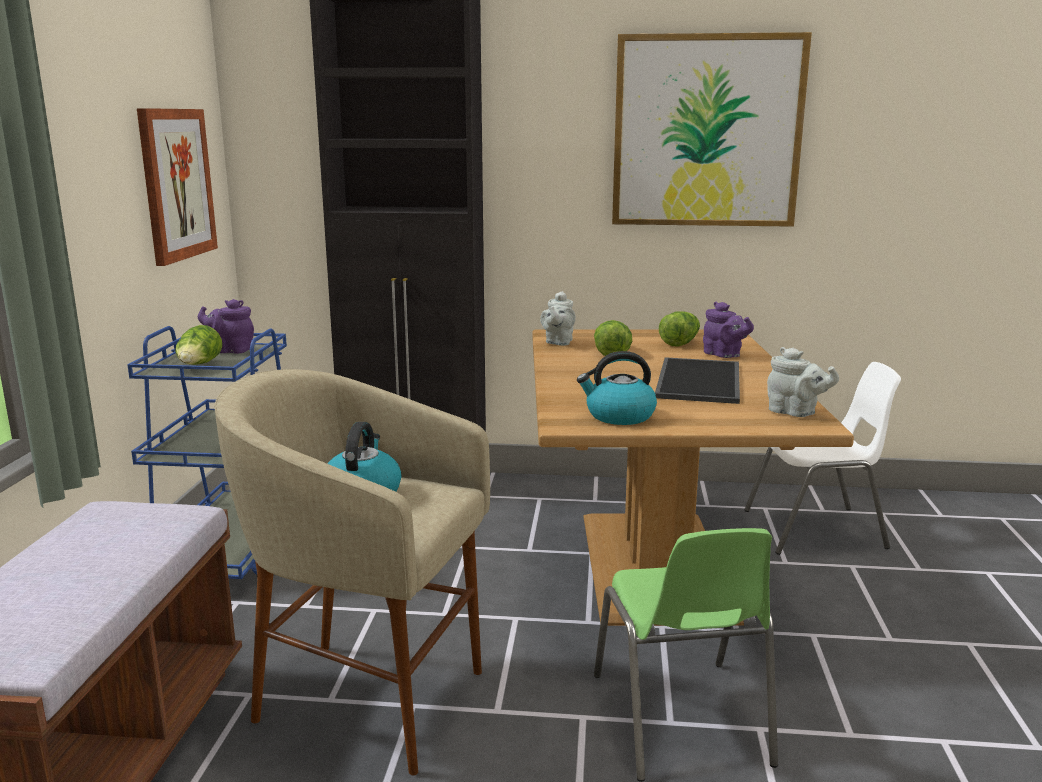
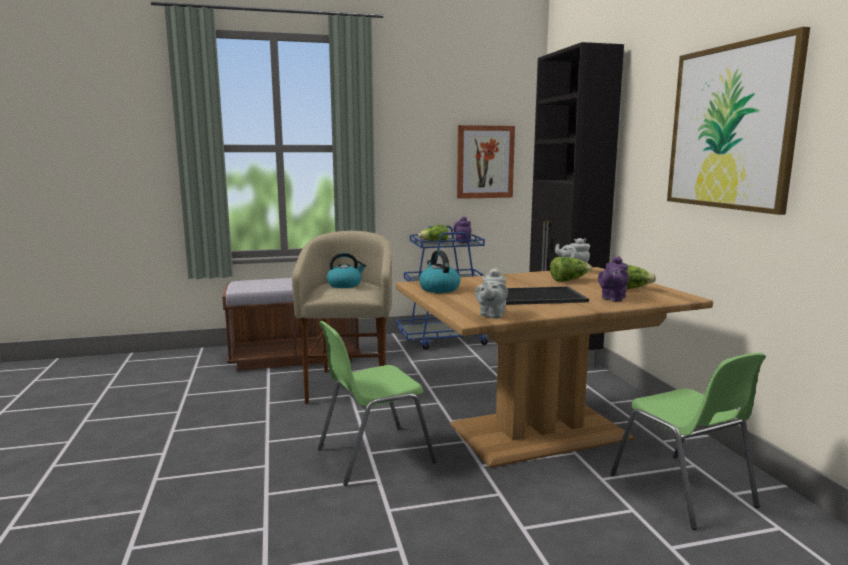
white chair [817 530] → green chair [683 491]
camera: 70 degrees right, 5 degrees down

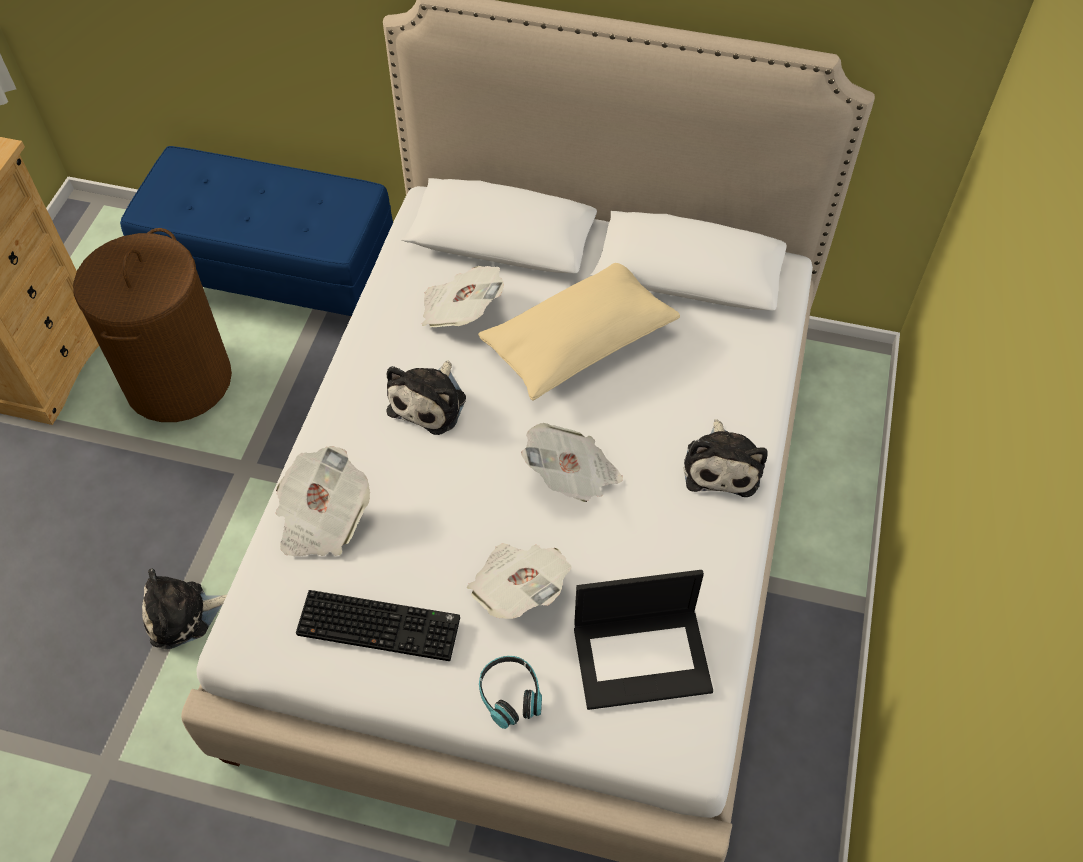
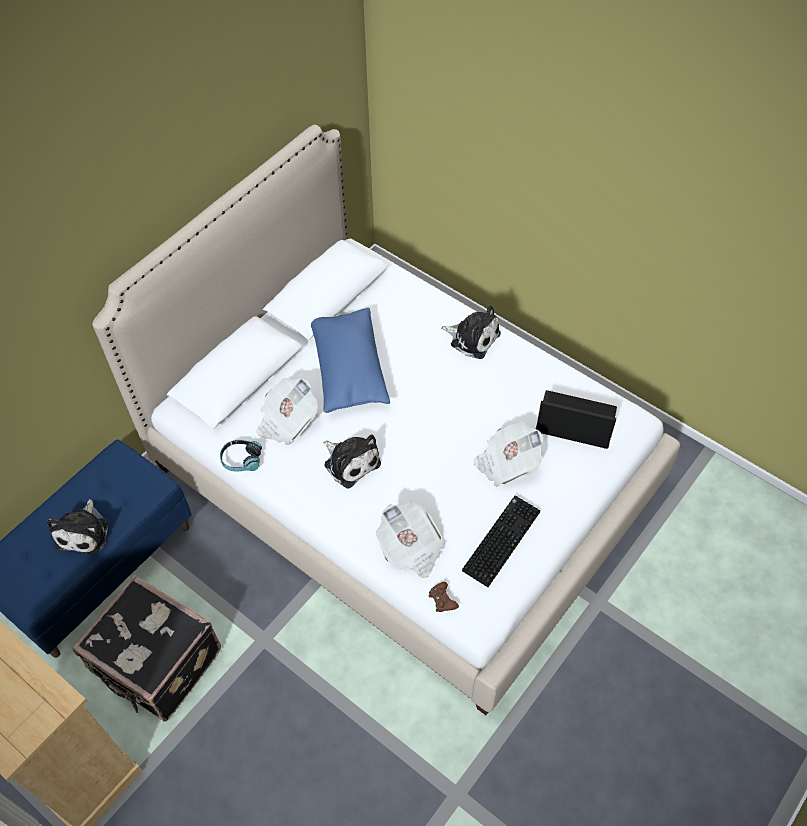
brown laundry basket [179 381] → black suitcase [157 664]
plush toy [183 615] → plush toy [84 532], relocated
beige pillow [578 342] → blue pillow [348 369]
headphones [510 695] → headphones [241 459], relocated
newspaper [572 476] → -
laptop [643 656] → laptop [574 421], 90 degrees counterclockwise
- → brown game controller [442 600]
camera: 65 degrees left, 0 degrees up

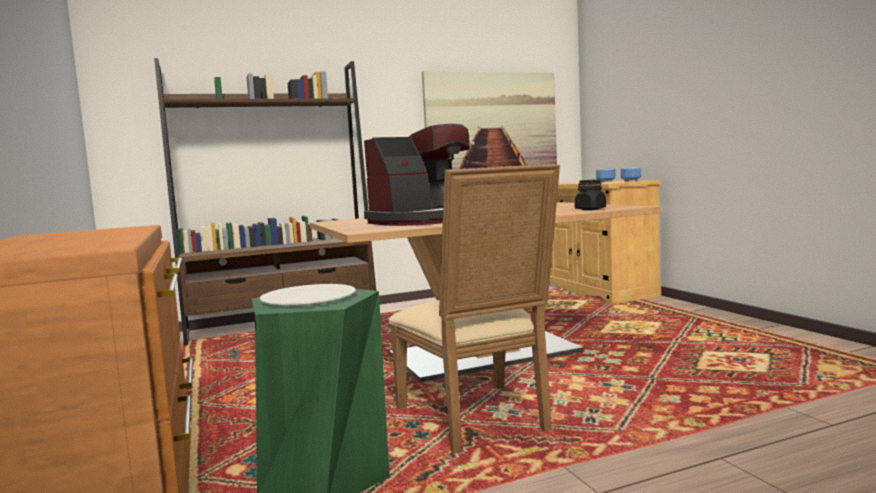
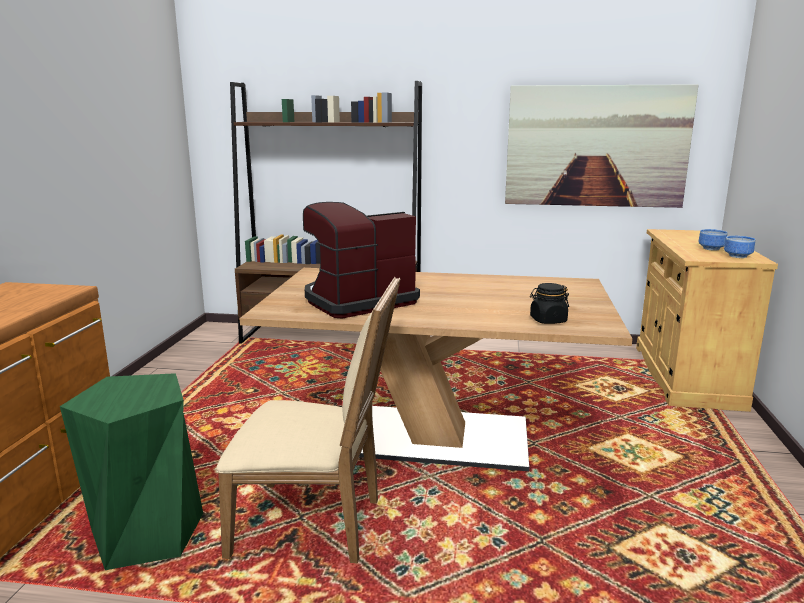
white plate [308 298] → -
coffee machine [424 221] → coffee machine [357 301], 150 degrees clockwise
beige chair [478 421] → beige chair [316 524], 90 degrees counterclockwise
camera: 30 degrees right, 10 degrees up

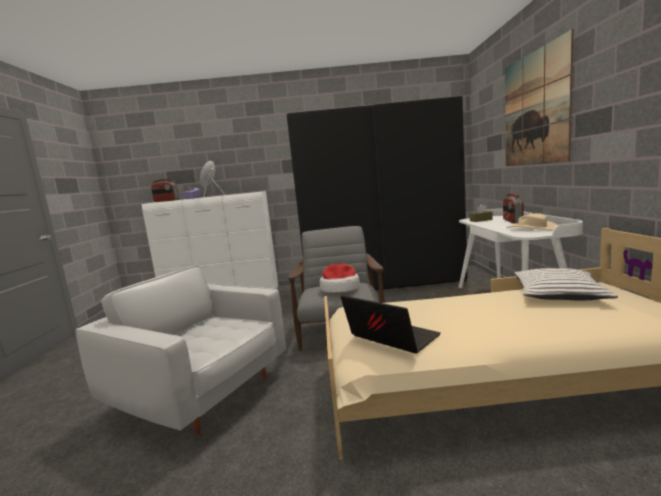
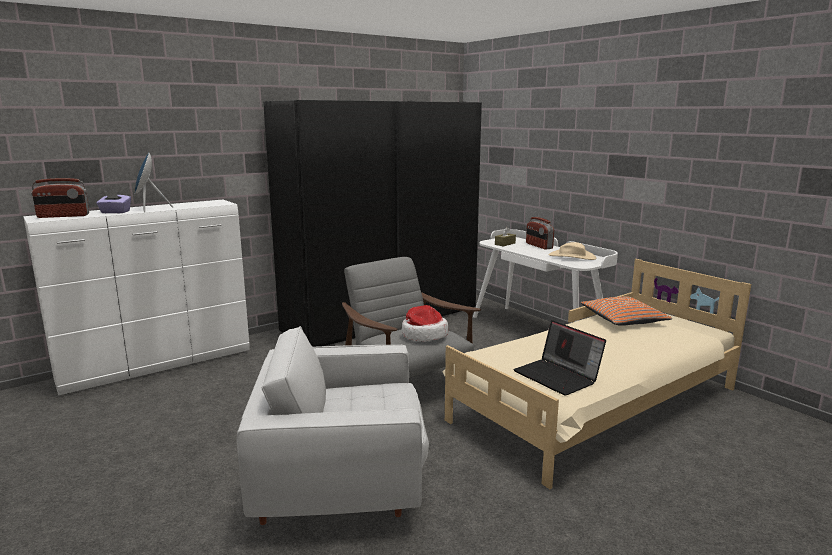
laptop [390 338] → laptop [558 376], 135 degrees counterclockwise
picture [535 109] → -
white pillow [558 294] → orange pillow [623 319]
camera: 35 degrees left, 5 degrees up

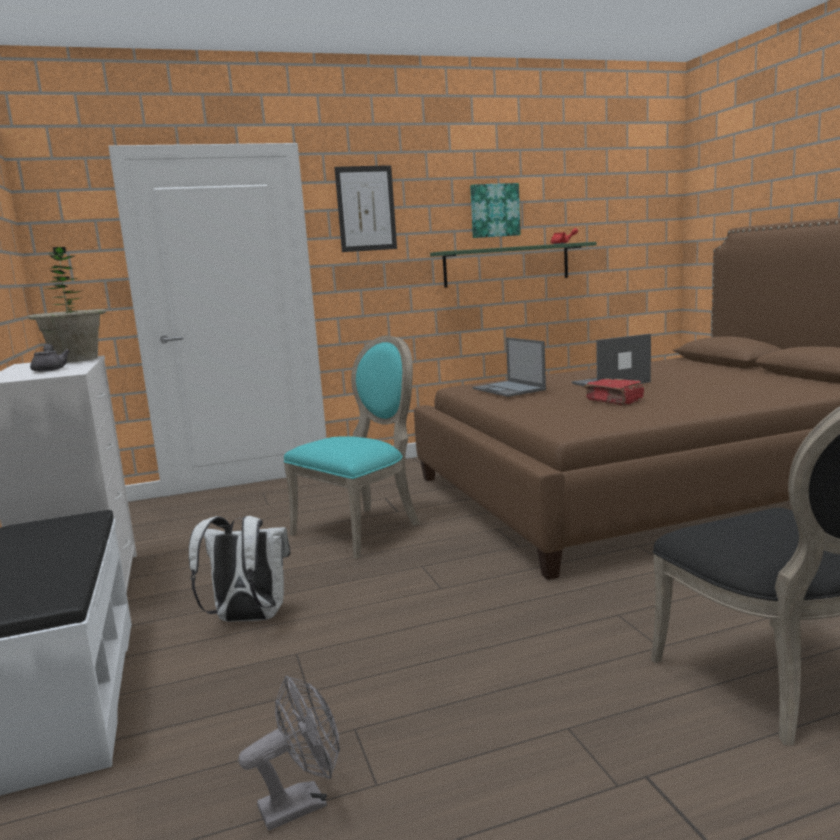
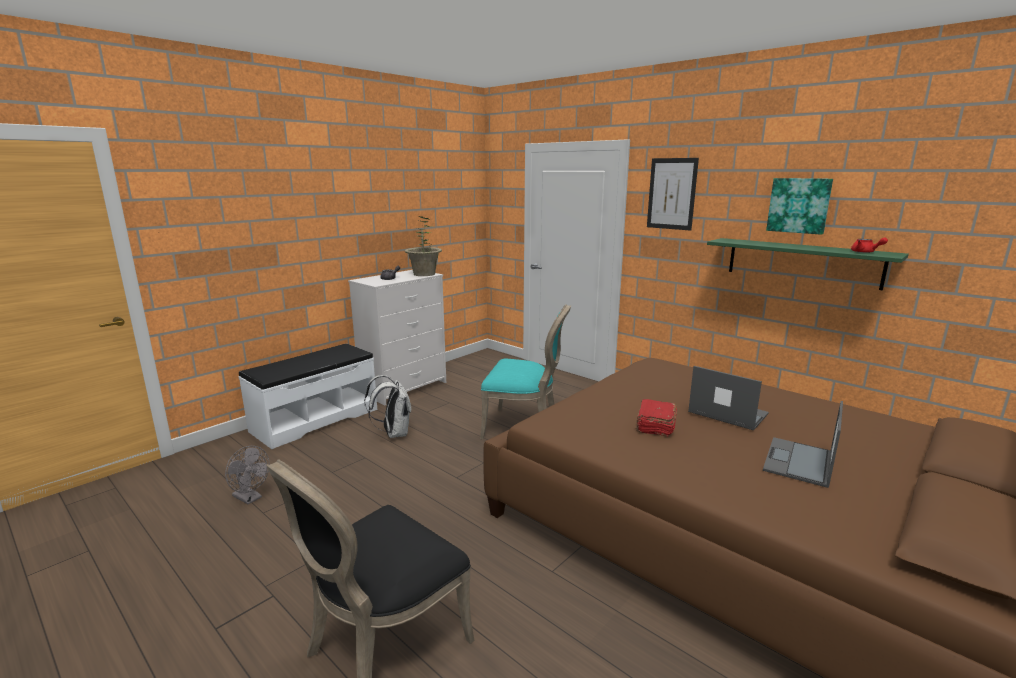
laptop [509 389] → laptop [799 462], relocated
camera: 60 degrees right, 5 degrees up

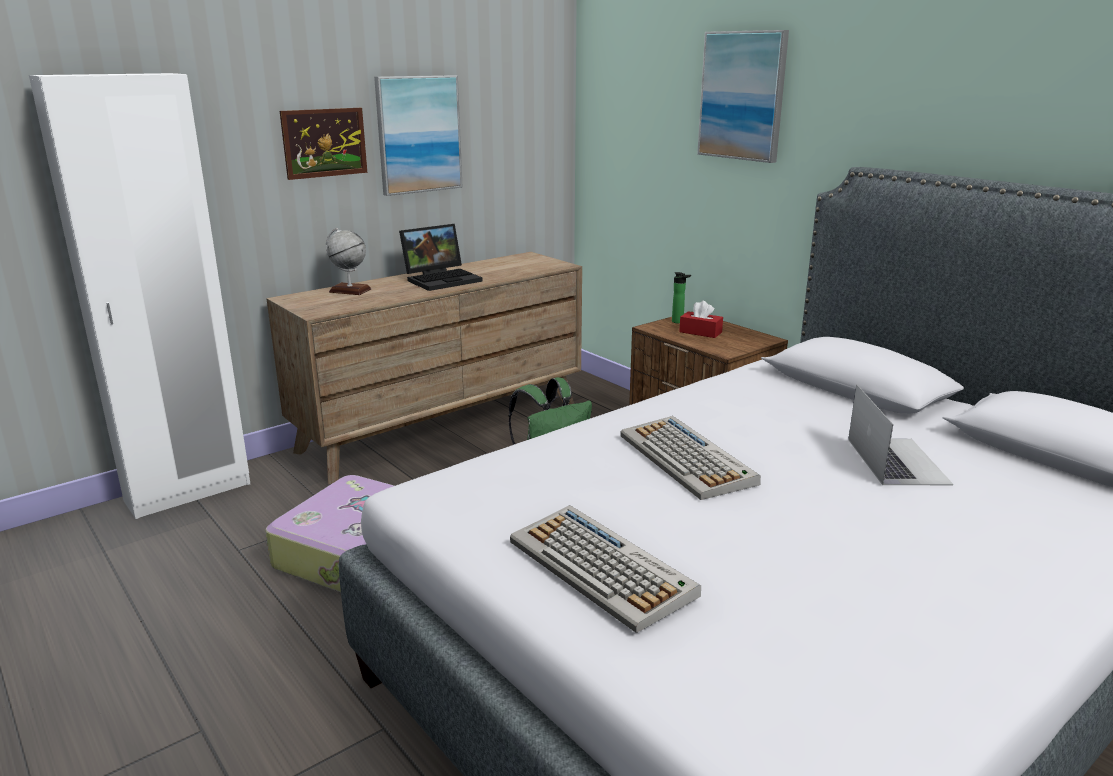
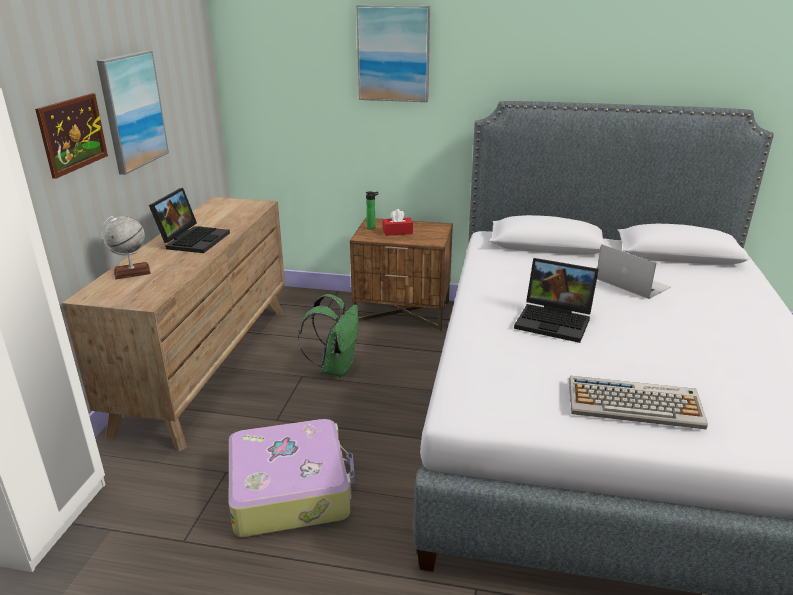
keyboard [688 459] → laptop [555 321]
camera: 40 degrees left, 5 degrees up

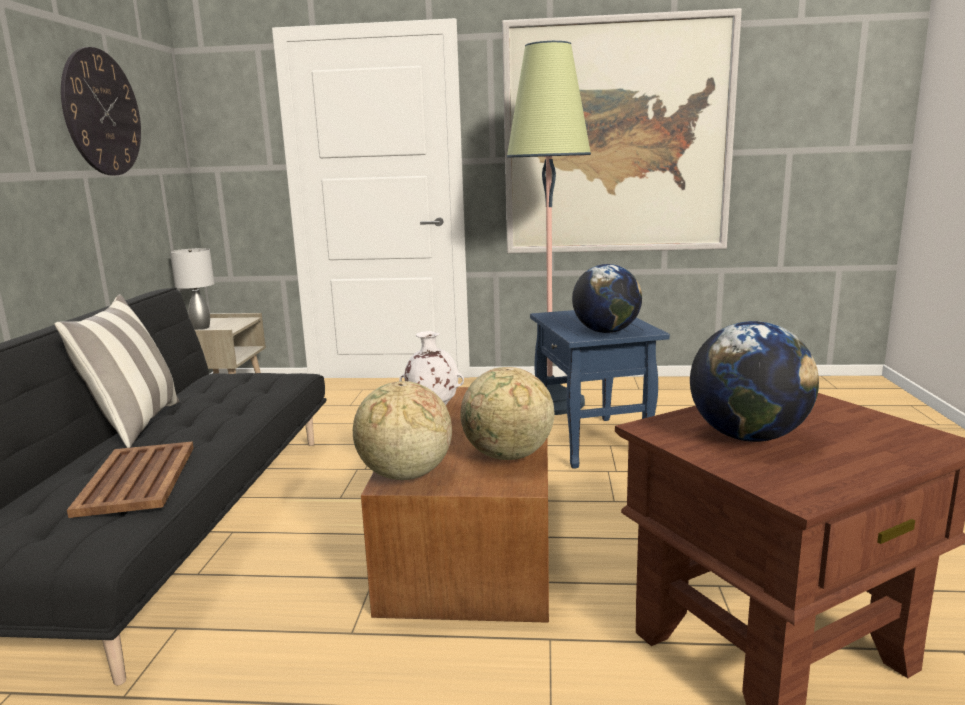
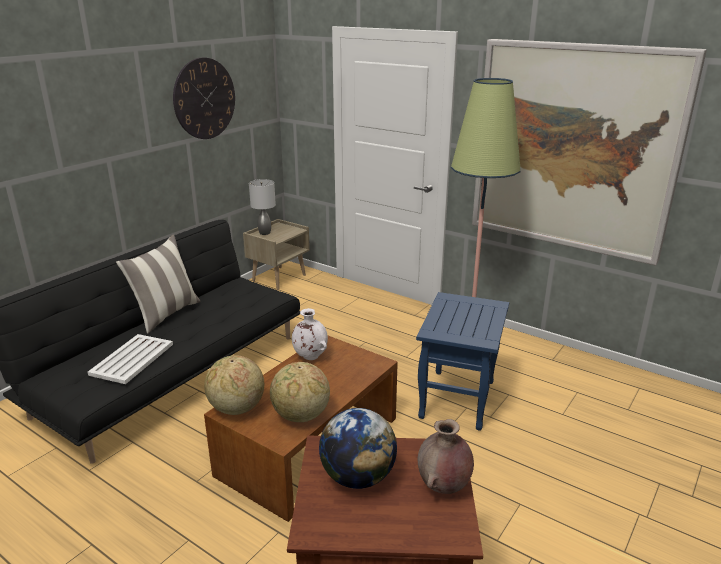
brown tray [138 478] → white tray [133 359]
globe [606 332] → -
- → brown vase [443 487]
camera: 30 degrees right, 10 degrees up

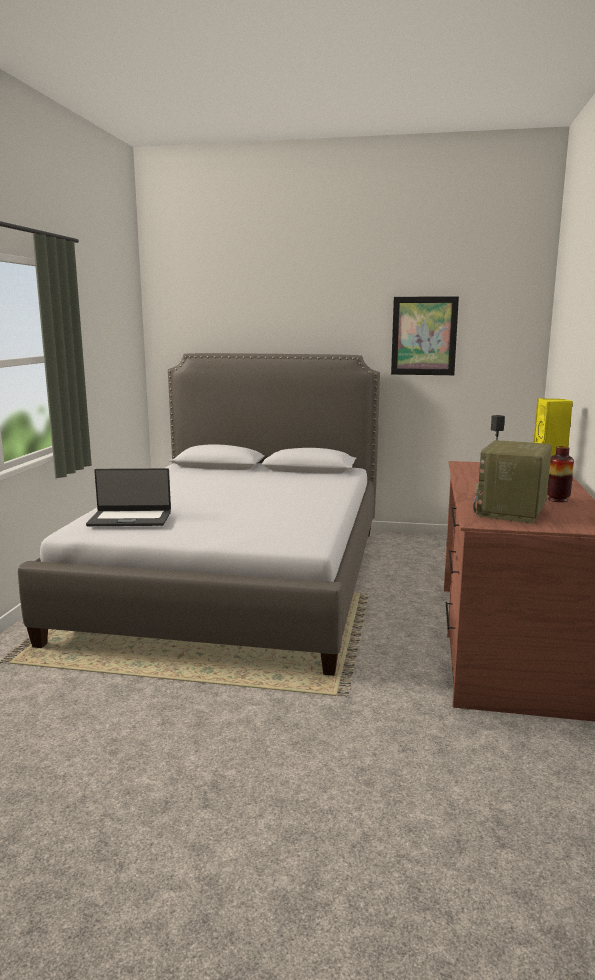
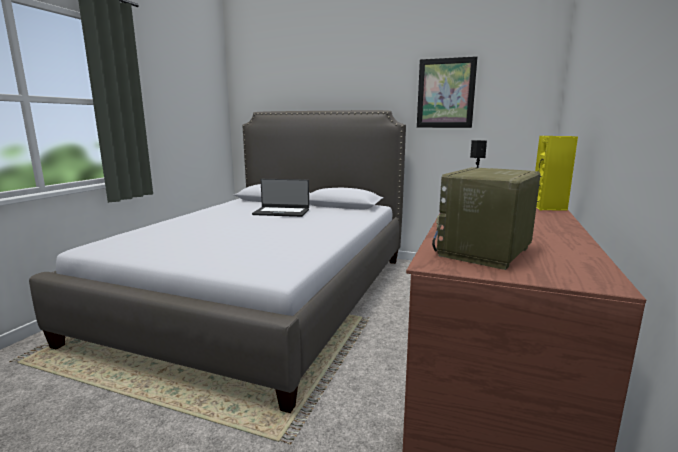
laptop [130 519] → laptop [281 212], relocated
vase [557 499] → -
camera: 10 degrees right, 0 degrees up

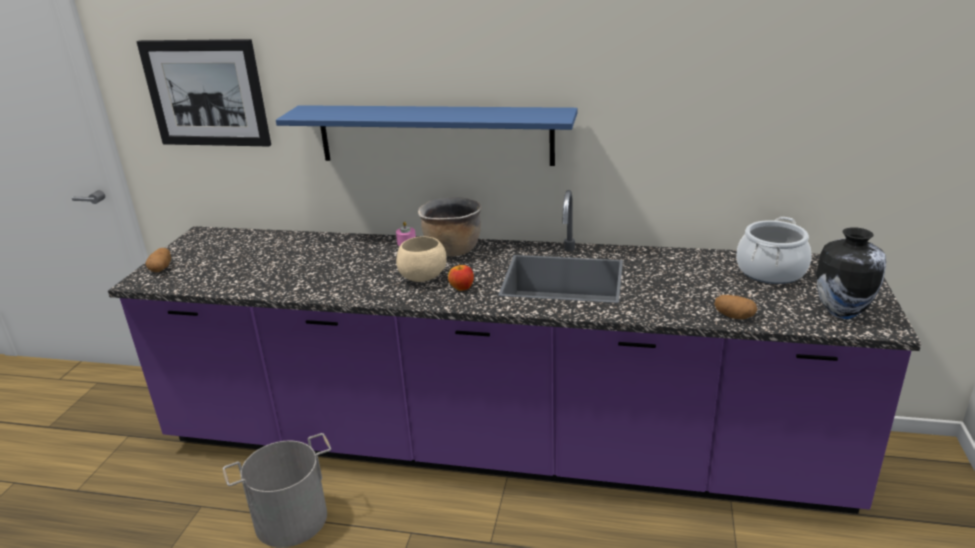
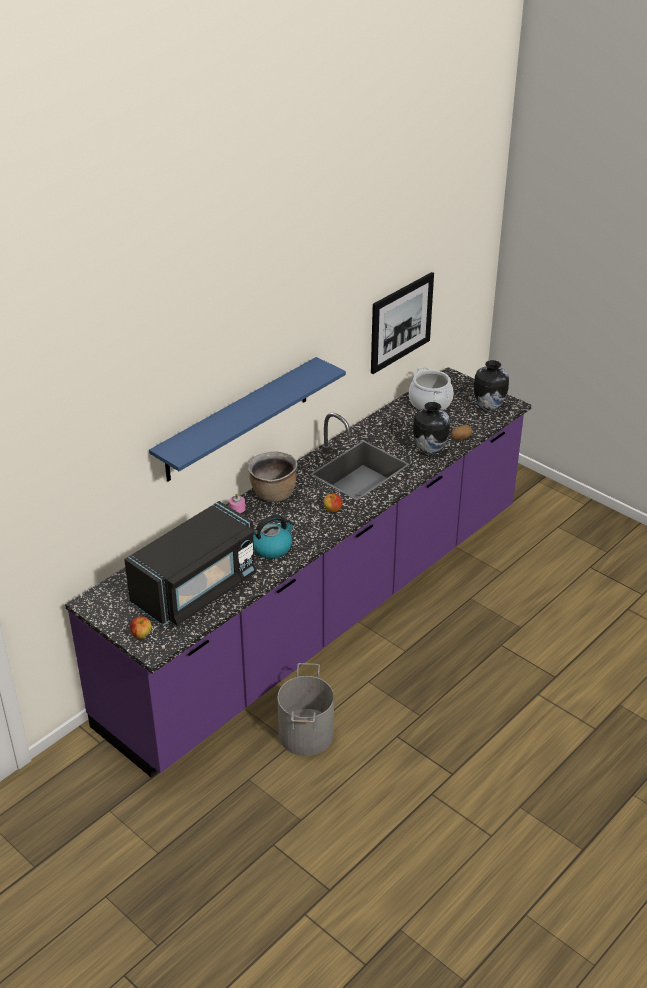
picture [206 93] → picture [401 322], relocated
potato [161 268] → apple [141 634]
beige bowl [423 278] → -
- → black microwave [196 589]
- → kettle [272 547]
- → vase [429 450]
camera: 60 degrees left, 10 degrees up

